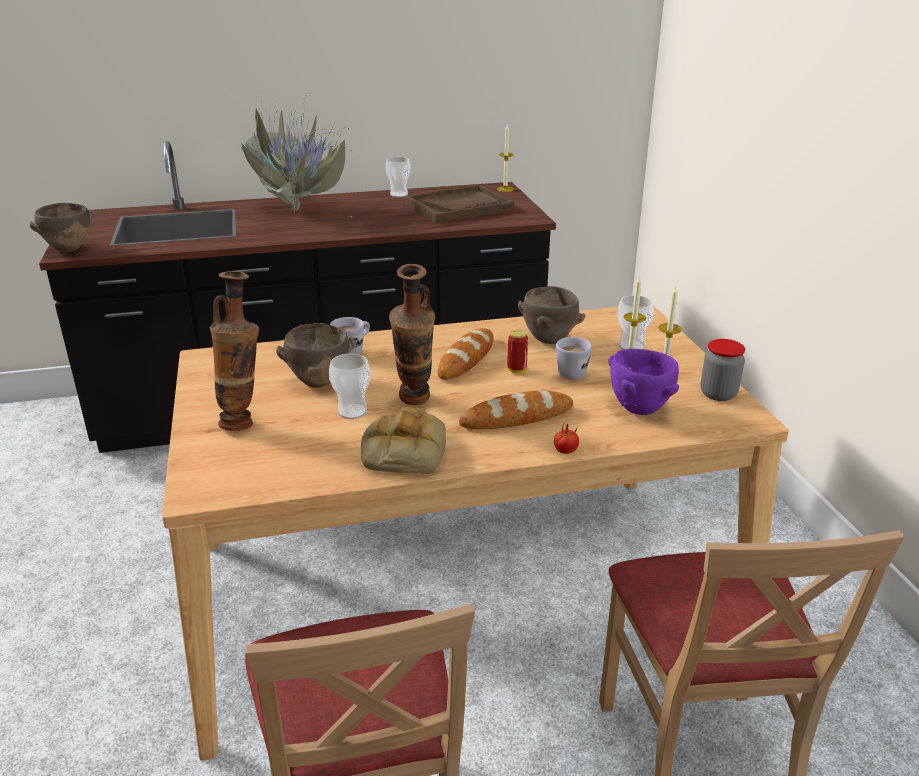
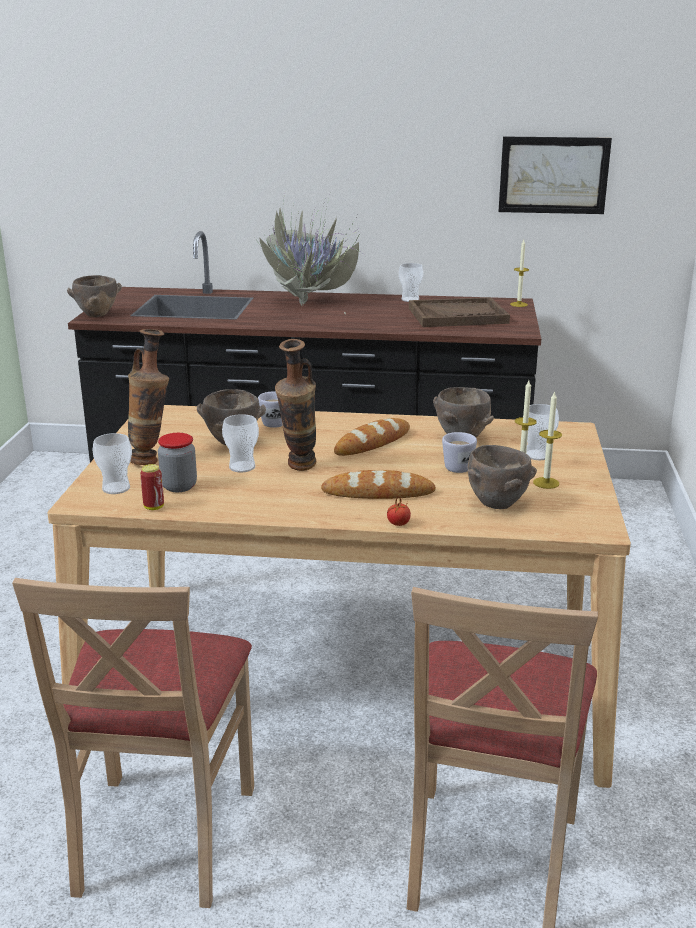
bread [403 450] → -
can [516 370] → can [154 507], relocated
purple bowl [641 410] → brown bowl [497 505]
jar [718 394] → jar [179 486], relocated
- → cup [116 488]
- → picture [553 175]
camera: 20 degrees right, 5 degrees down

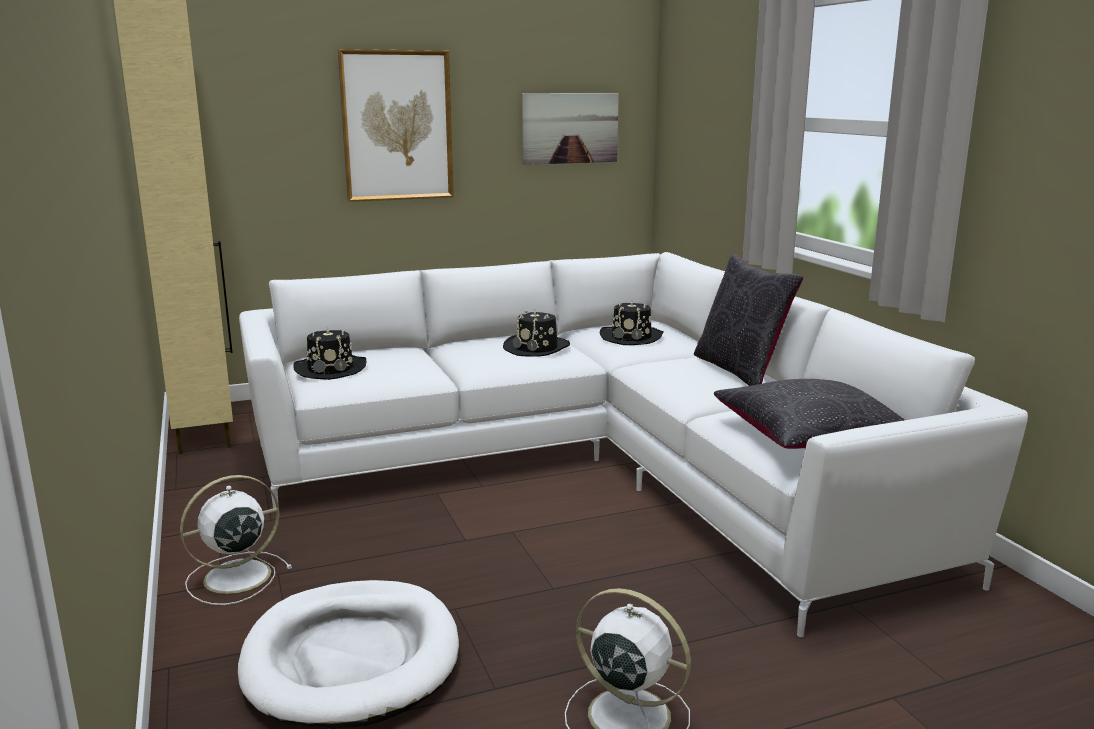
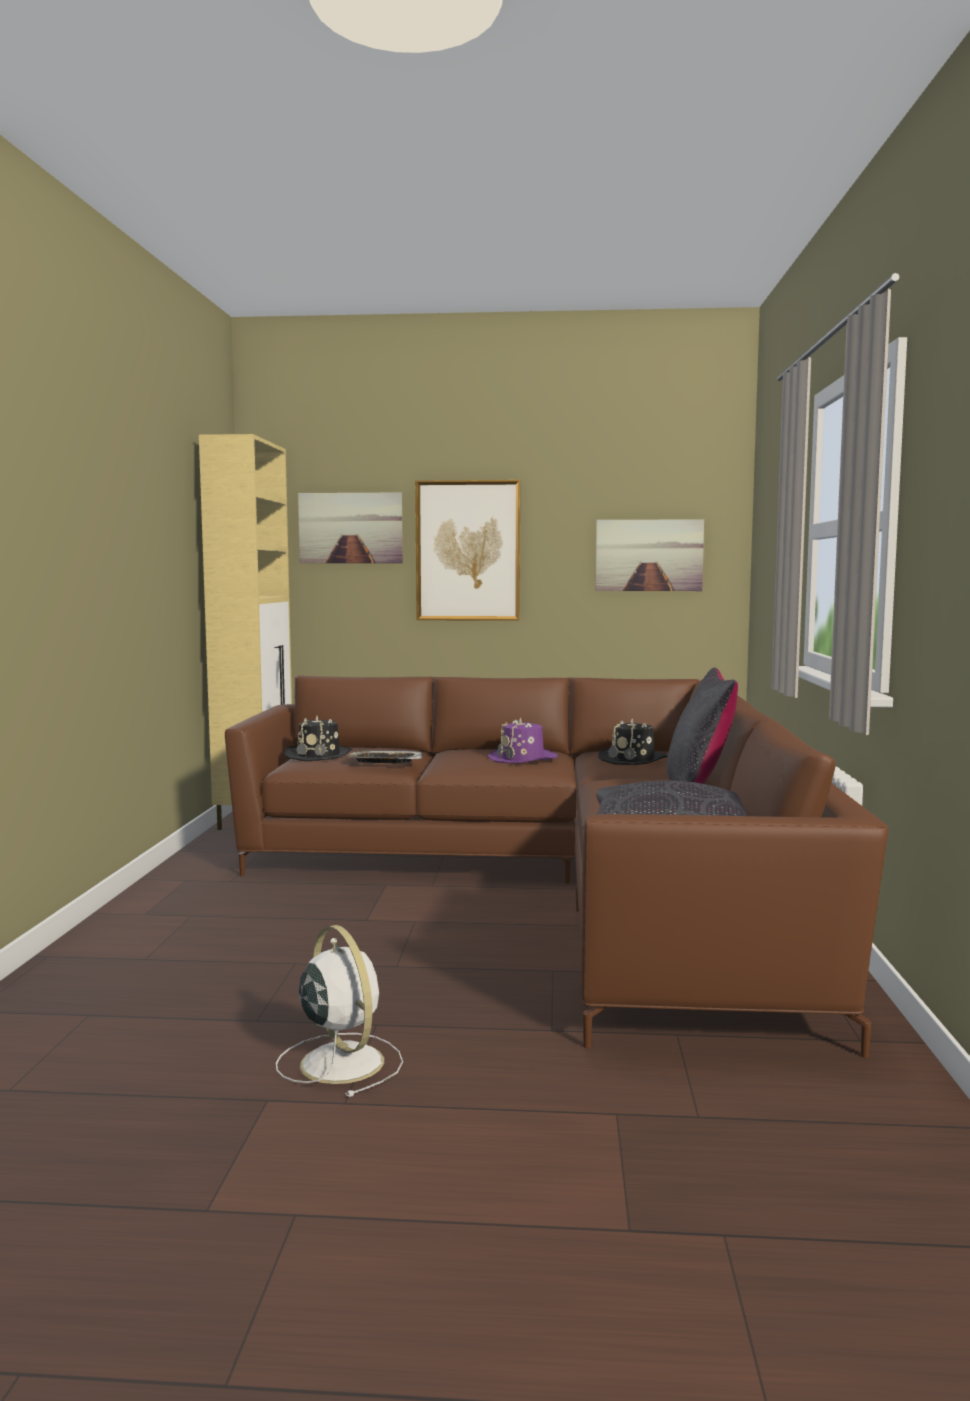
white fan [234 578] → -
white dog bed [352 658] → -
white sofa [598 468] → brown sofa [561 889]
black hat [537 348] → purple hat [523 759]
- → picture [350 528]
- → tray [384 762]
camera: 25 degrees right, 10 degrees down

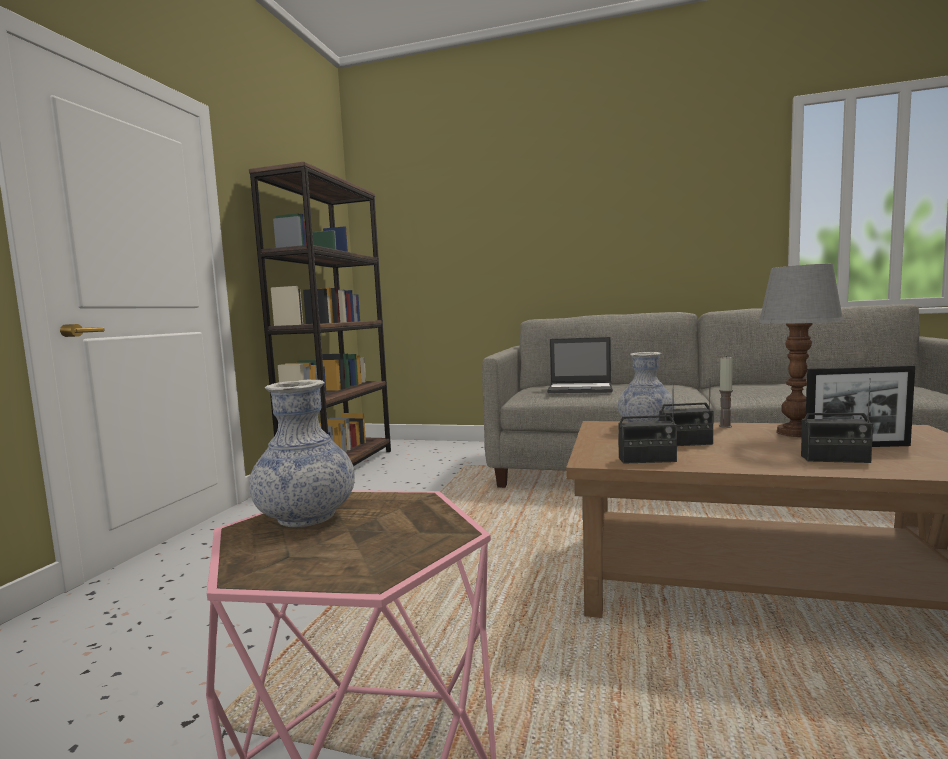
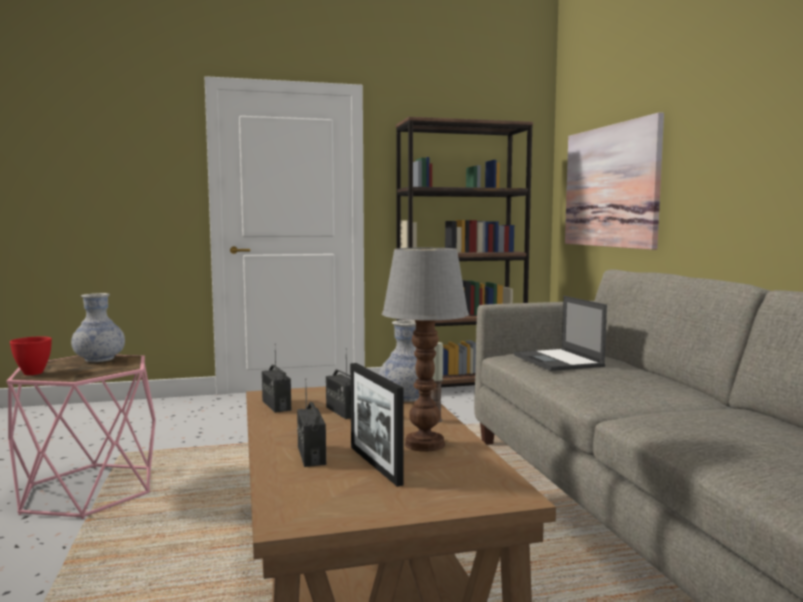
- → red bowl [32 373]
- → picture [610 186]
camera: 60 degrees right, 0 degrees up

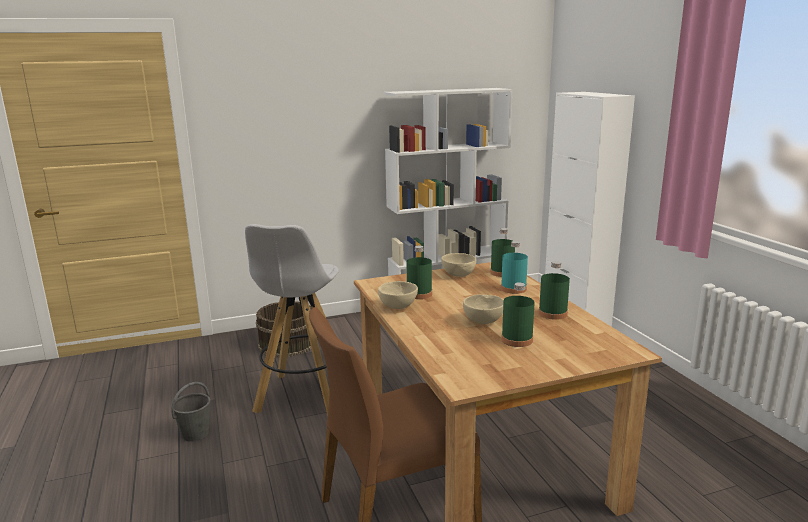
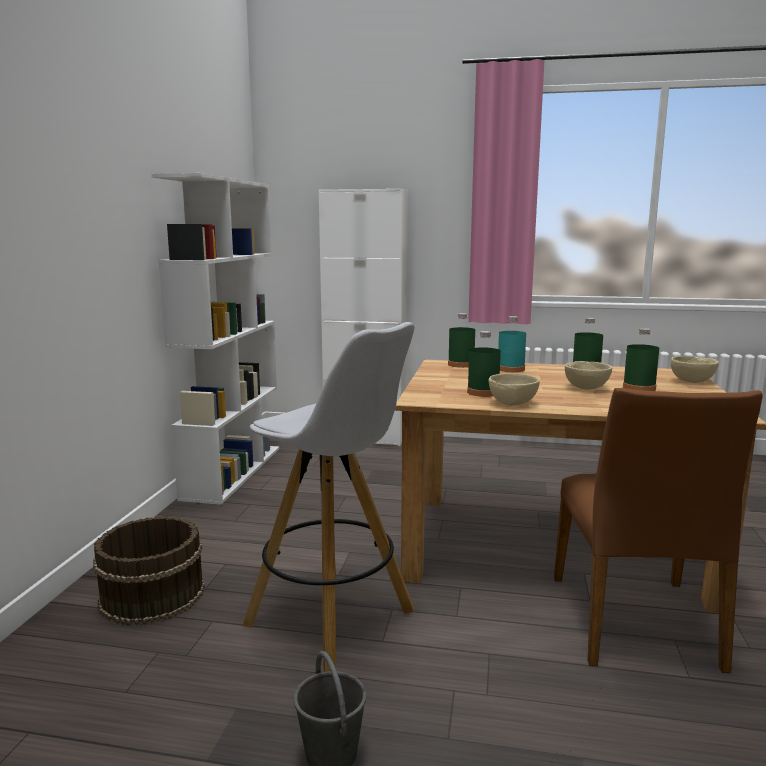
beige bowl [458 275] → beige bowl [693 382], relocated
camera: 60 degrees left, 5 degrees down

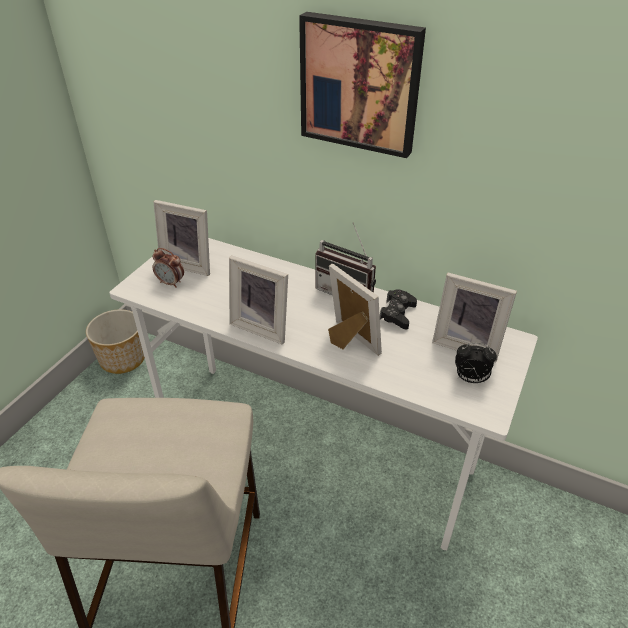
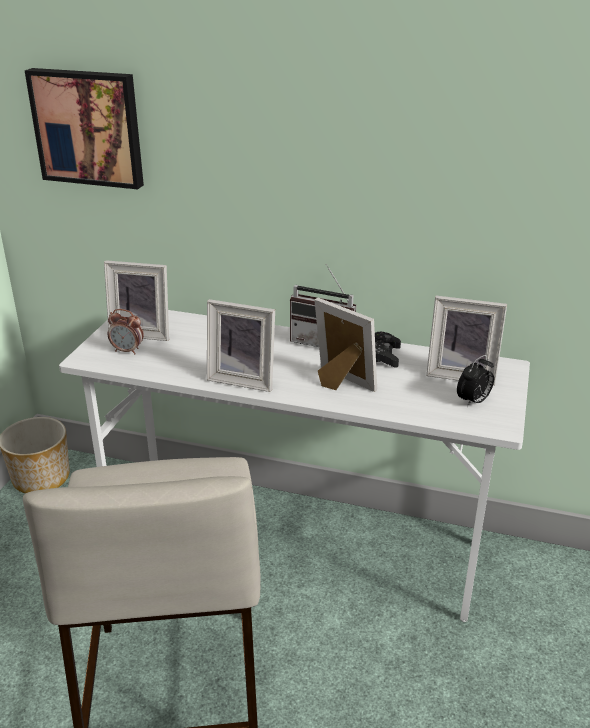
picture [360 84] → picture [89 127], relocated
alarm clock [470 379] → alarm clock [473 401], 45 degrees counterclockwise
camera: 10 degrees left, 10 degrees down

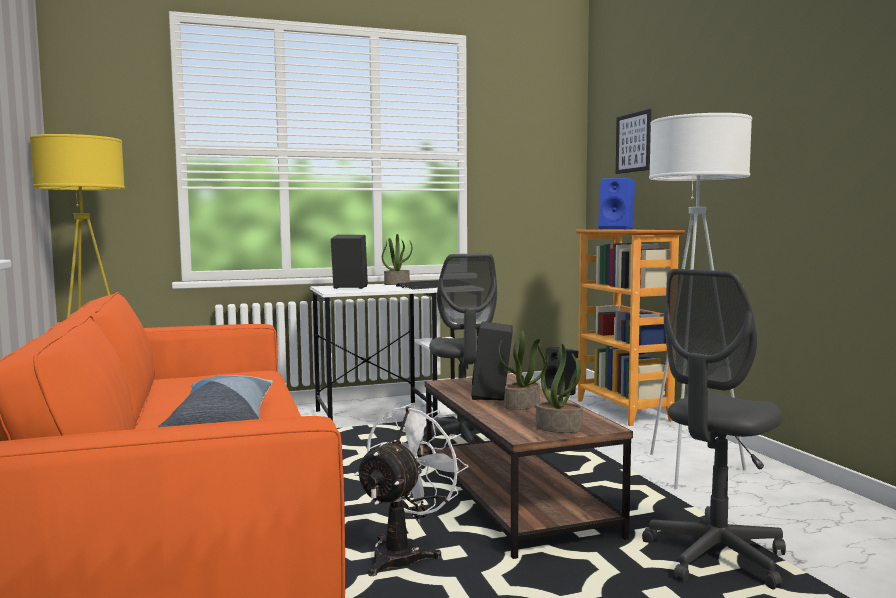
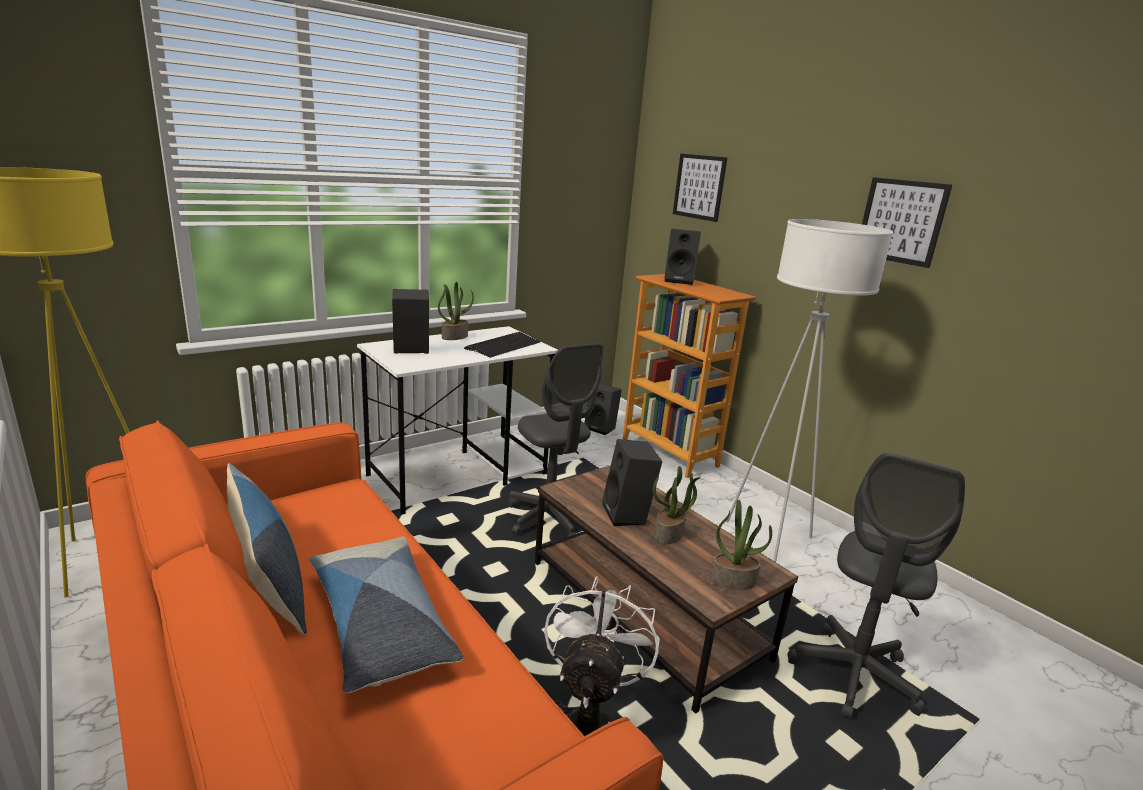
blue speaker [617 229] → black speaker [680 281]
- → pillow [268 581]
- → picture [901 221]
camera: 20 degrees left, 15 degrees up

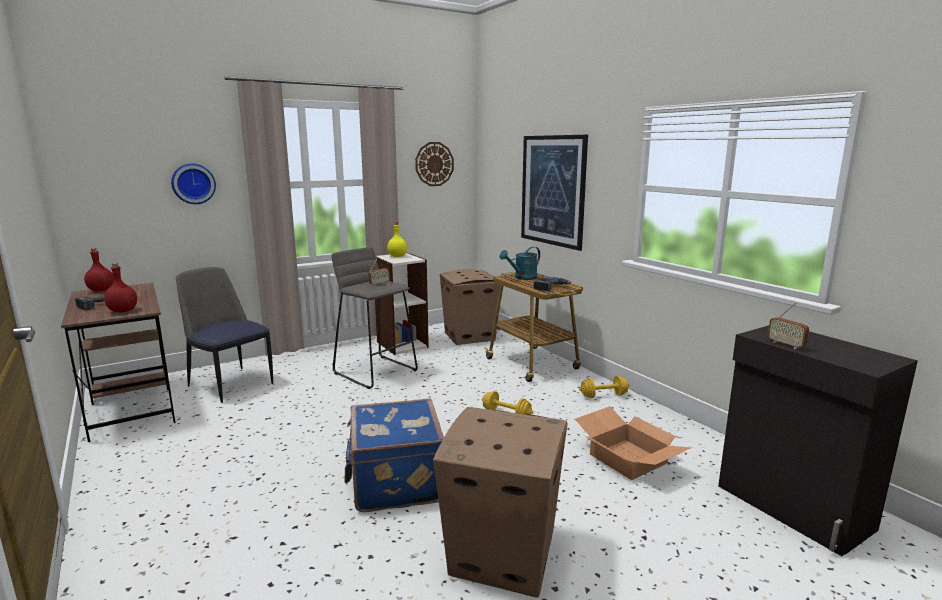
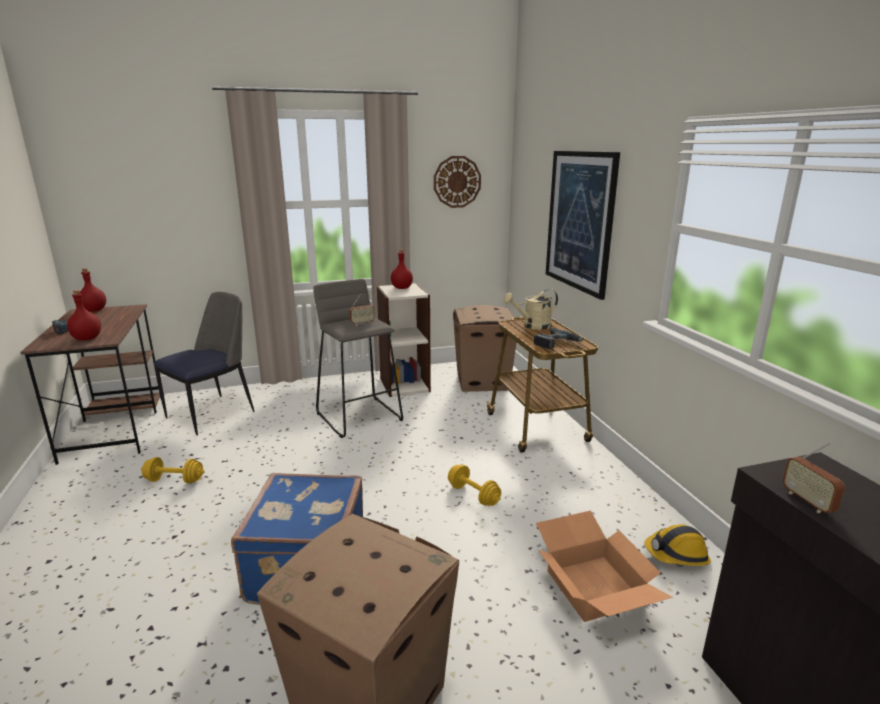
wall clock [193 183] → -
chair [230 384] → chair [213 413], 75 degrees clockwise
yellow bottle [397 256] → red bottle [401 288]
turquoise watering can [522 278] → beige watering can [532 326]
yellow dumbbell [603 396] → yellow dumbbell [174 480], relocated
- → hard hat [676 555]
camera: 15 degrees right, 5 degrees up

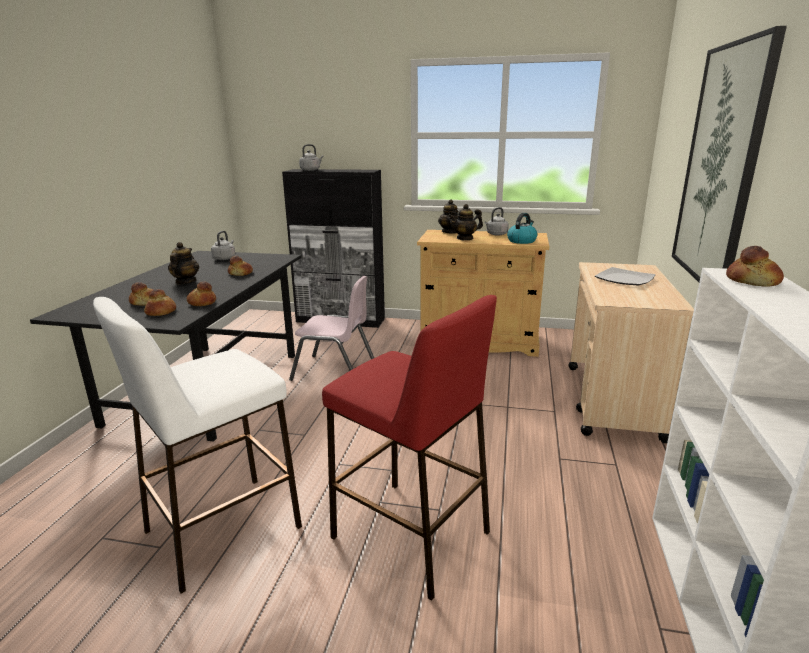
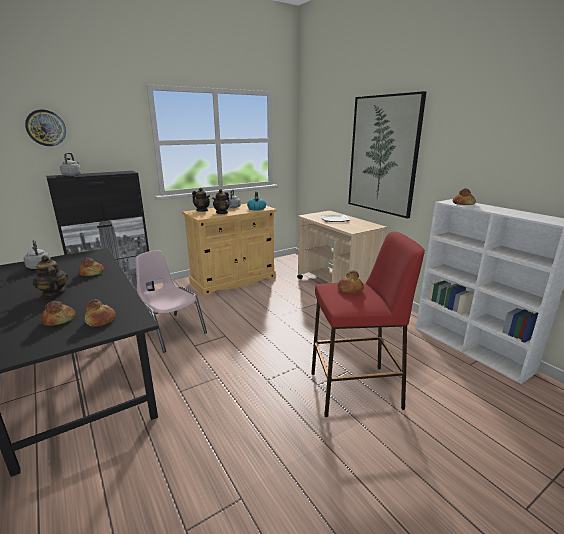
white stool [222 529] → -
bread [201 303] → bread [350 289], relocated
pink chair [334 371] → pink chair [171 331], 105 degrees counterclockwise
- → wall clock [46 128]
camera: 45 degrees left, 0 degrees up

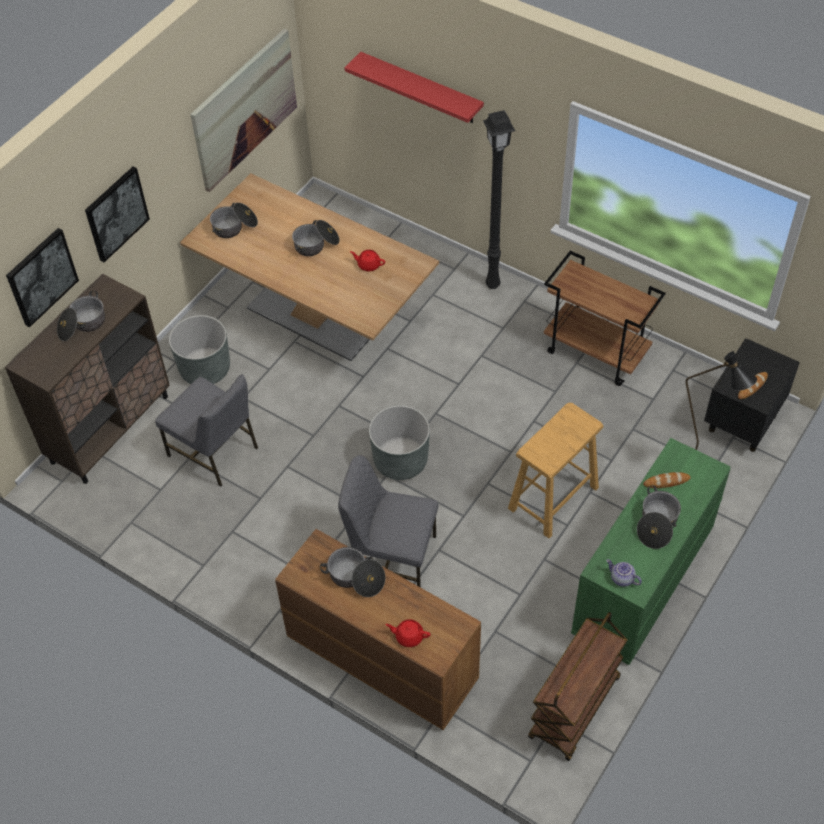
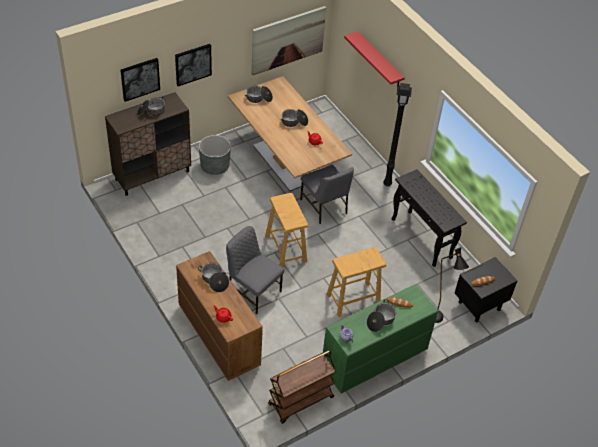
grey chair [214 451] → grey chair [324 207], relocated
grey planter [400 460] → beige stool [285 248]
brown cart [596 352] → black console table [422 239]
camera: 20 degrees right, 5 degrees down

